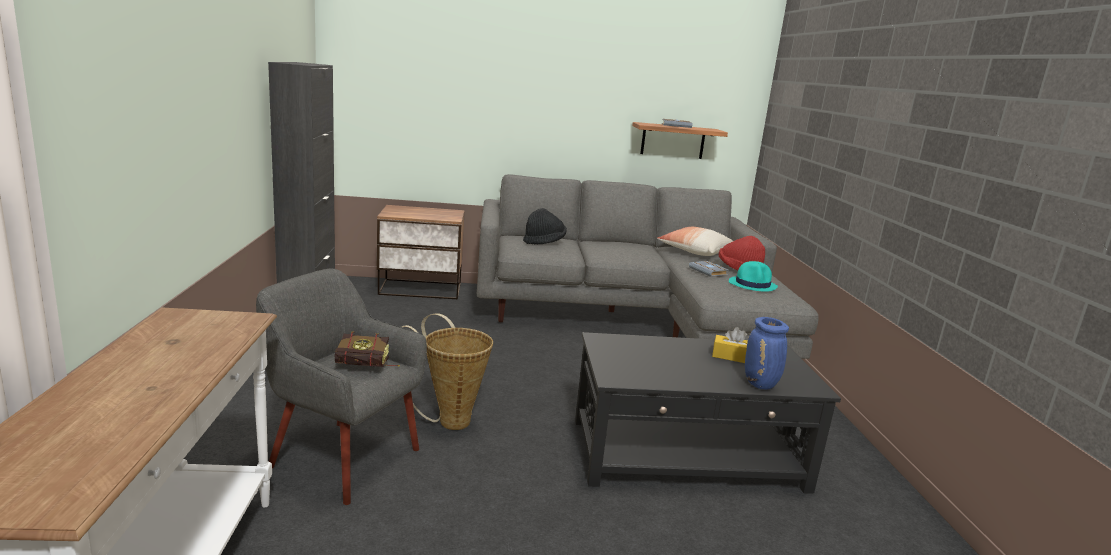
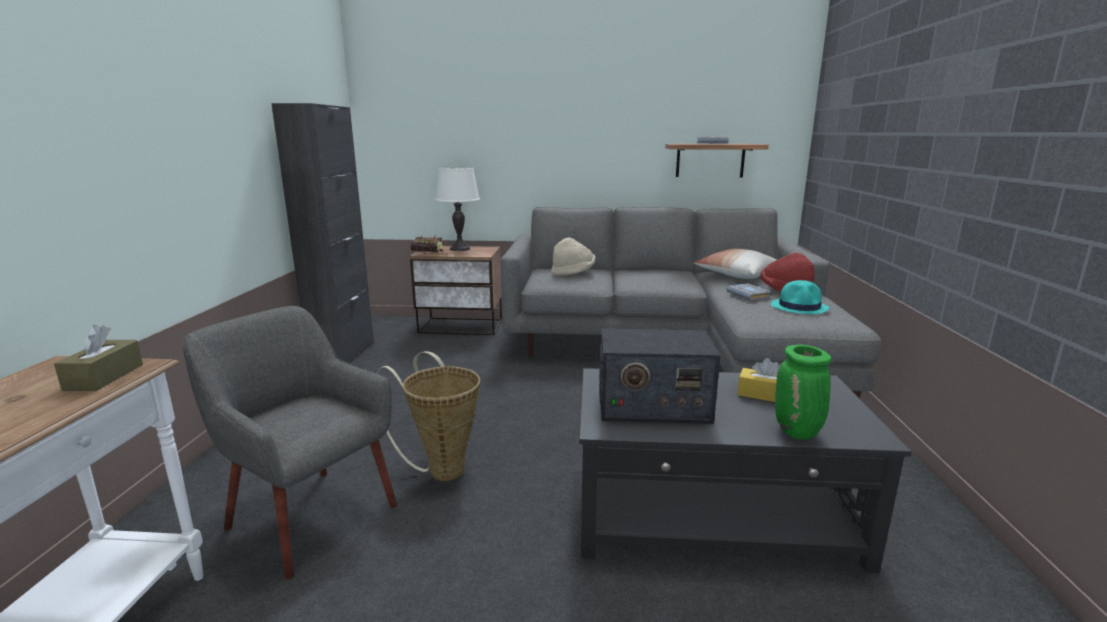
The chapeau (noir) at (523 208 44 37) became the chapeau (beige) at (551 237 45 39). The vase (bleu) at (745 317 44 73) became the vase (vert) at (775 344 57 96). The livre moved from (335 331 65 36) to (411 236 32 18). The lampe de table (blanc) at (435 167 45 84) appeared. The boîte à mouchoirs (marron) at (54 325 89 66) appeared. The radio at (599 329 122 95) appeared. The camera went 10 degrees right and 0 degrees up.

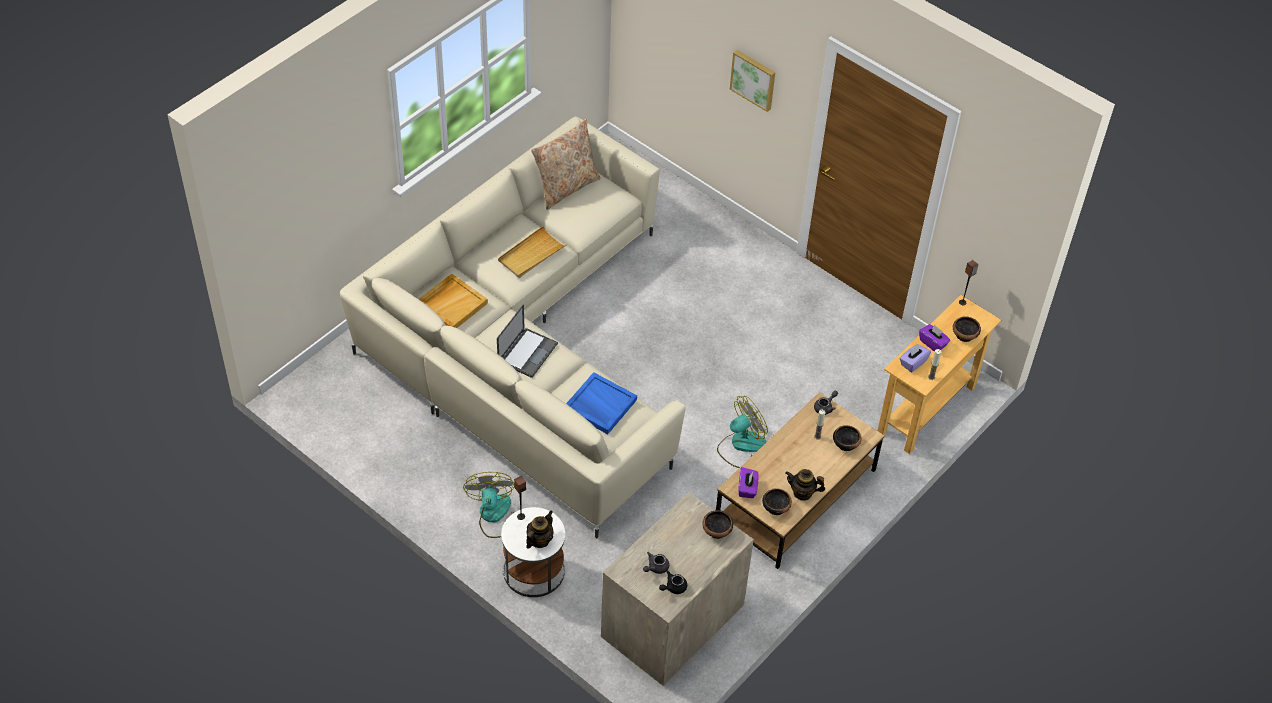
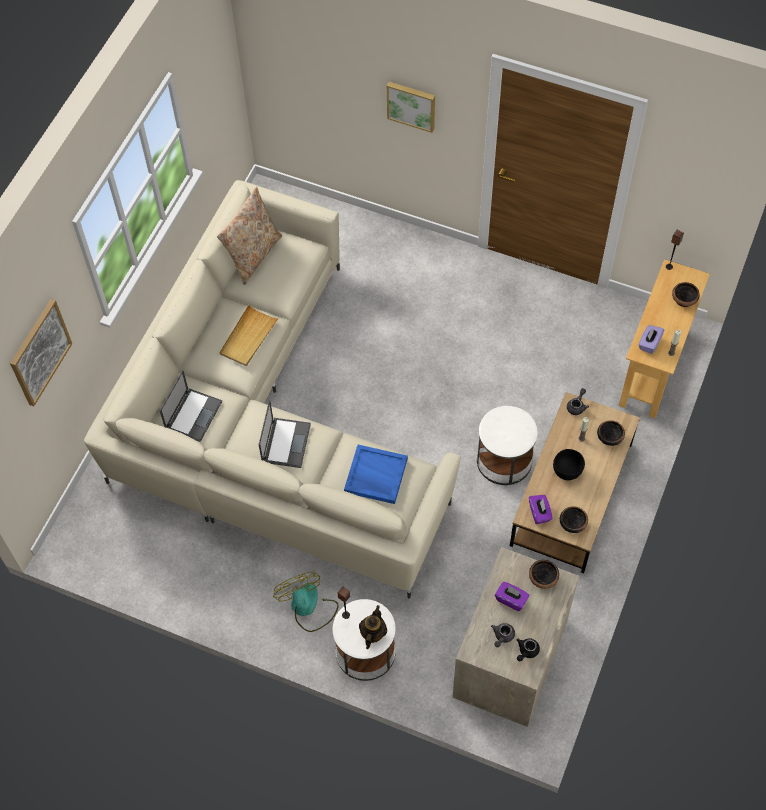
The plateau (beige) at (419 274 69 54) was replaced by the ordinateur portable at (160 370 62 72). The boîte à mouchoirs (violet) moved from (919 324 31 28) to (495 582 34 29). The ventilateur at (717 396 51 72) was replaced by the table d'appoint (blanc) at (477 406 60 79). The théière at (785 469 40 32) disappeared. The tableau at (10 299 62 107) appeared. The bol (noir) at (553 449 32 31) appeared. The camera went 15 degrees left and 10 degrees up.

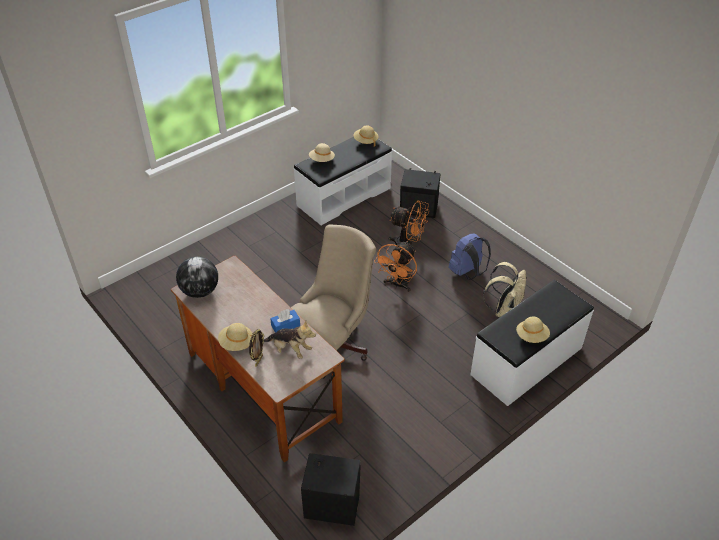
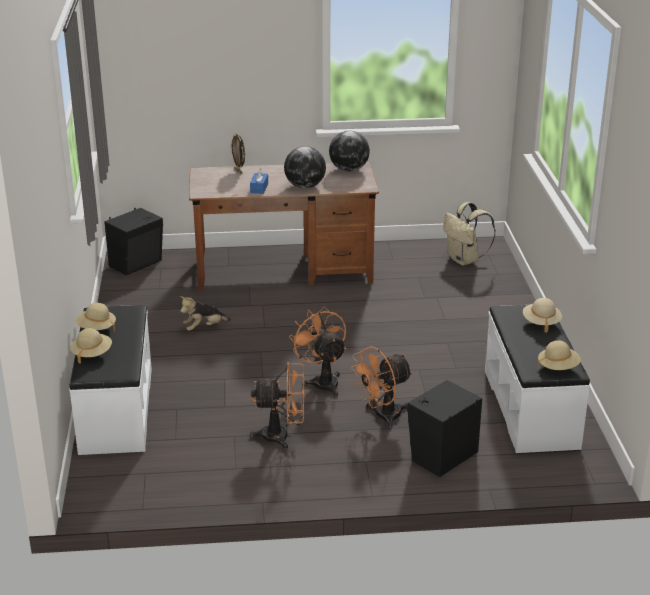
The chaise de bureau (beige) at (291 224 85 155) disappeared. The sac à dos (bleu) at (448 233 43 47) was replaced by the ventilateur (orange) at (250 362 55 88). The sac à dos (beige) moved from (483 262 43 55) to (443 202 53 64). The peluche moved from (264 321 52 38) to (180 296 51 35). The chapeau (beige) moved from (218 323 35 28) to (70 328 42 36). The globe at (284 146 42 43) appeared. The camera went 125 degrees right and 15 degrees down.

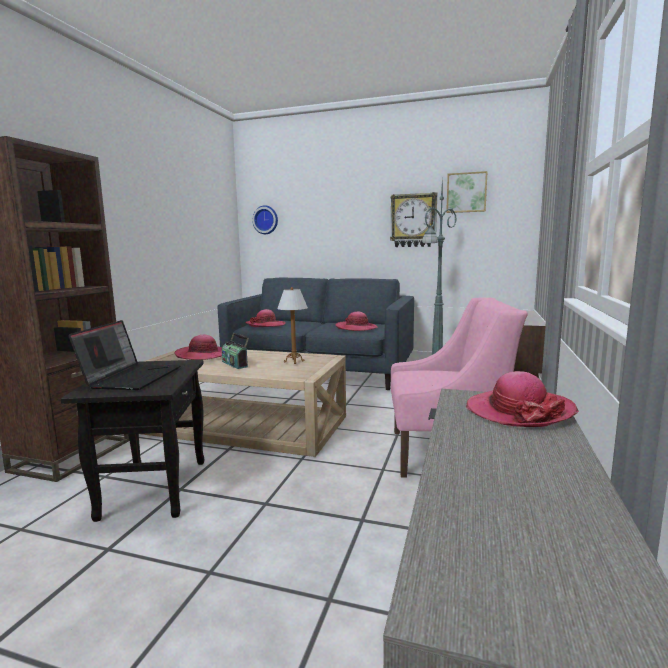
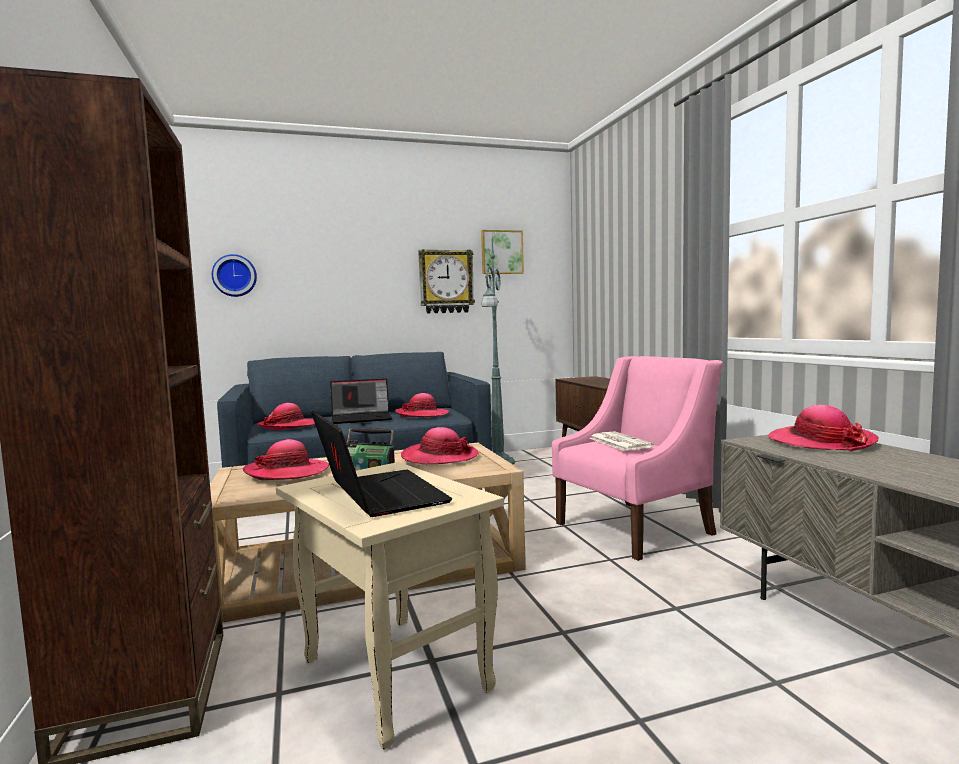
The lampe de table at (277 287 31 77) was replaced by the chapeau at (401 427 78 37). The table d'appoint (noir) at (61 360 143 162) became the table d'appoint (beige) at (276 462 228 288). The ordinateur portable at (330 378 62 46) appeared. The journal at (589 431 66 20) appeared. The camera went 35 degrees left and 5 degrees down.

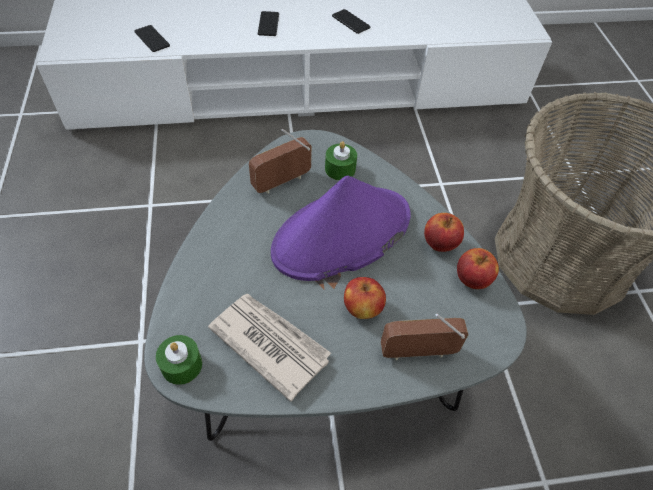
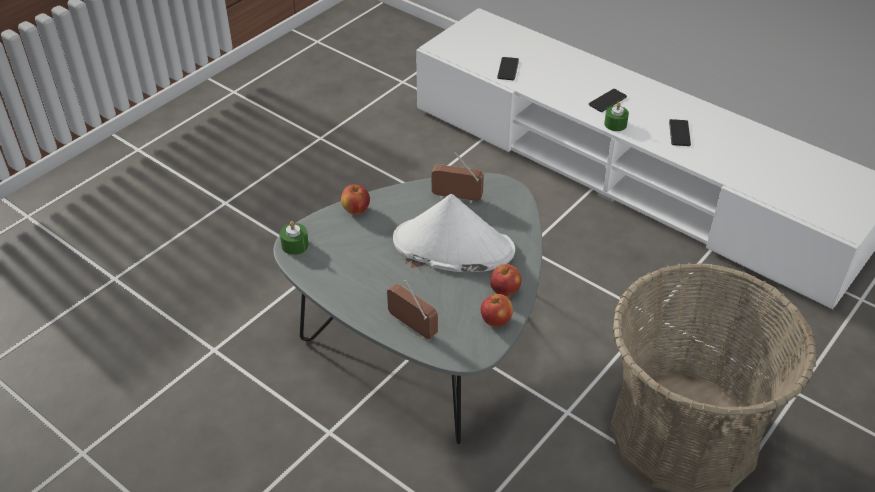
The bougie (vert) moved from (325 141 32 40) to (604 102 25 29). The chapeau (violet) at (271 176 139 105) became the chapeau (blanc) at (393 194 122 78). The pomme moved from (344 277 42 42) to (341 184 29 31). The journal at (208 294 123 108) disappeared. The camera went 50 degrees right and 10 degrees down.

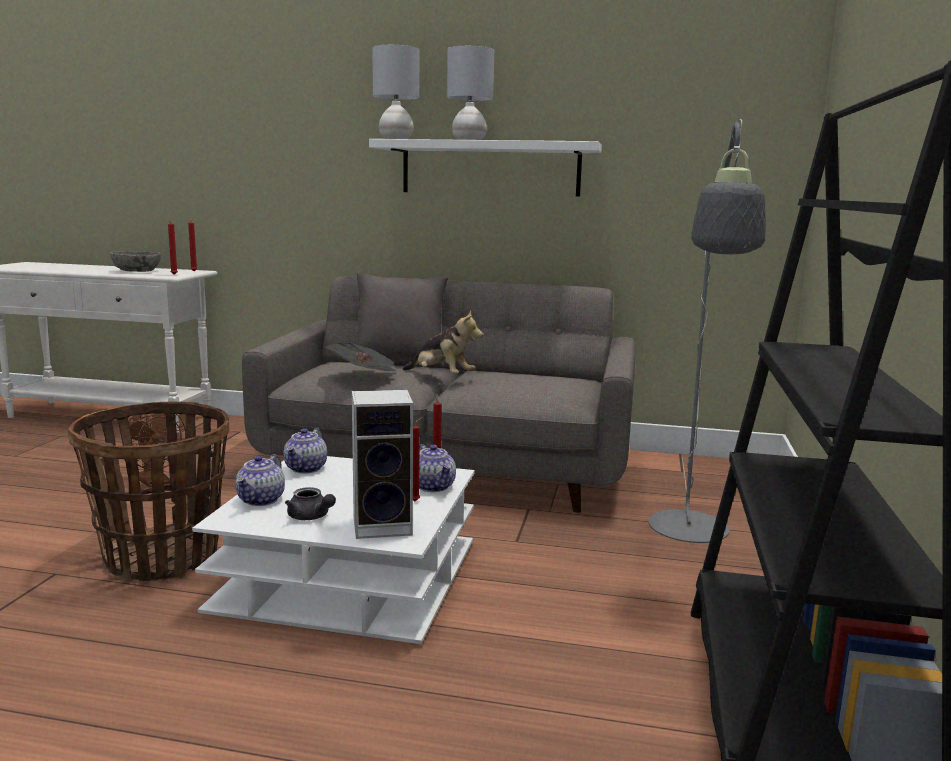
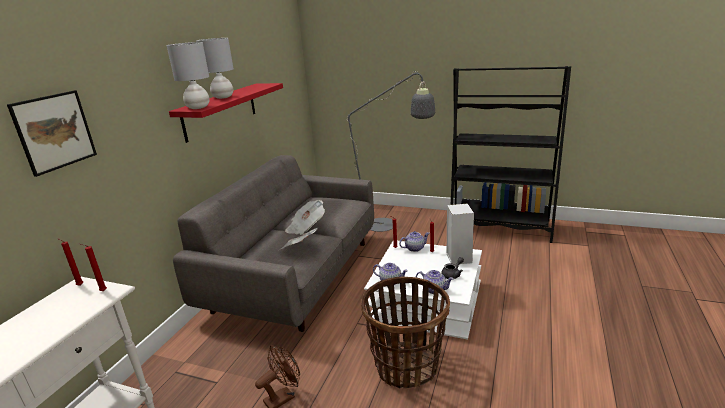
The étagère (blanc) at (369 139 233 58) became the étagère (rouge) at (169 83 114 60). The bol (gris) at (110 251 51 21) disappeared. The coussin (gris) at (355 273 94 94) disappeared. The peluche at (402 310 81 64) was replaced by the journal at (285 200 40 35). The tableau at (7 90 90 87) appeared. The camera went 80 degrees left and 10 degrees up.

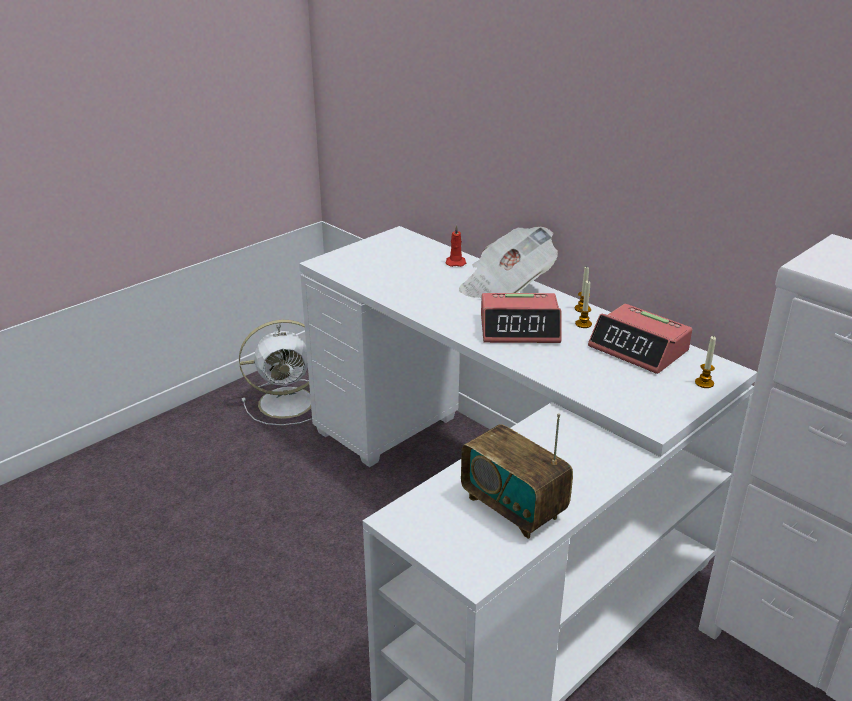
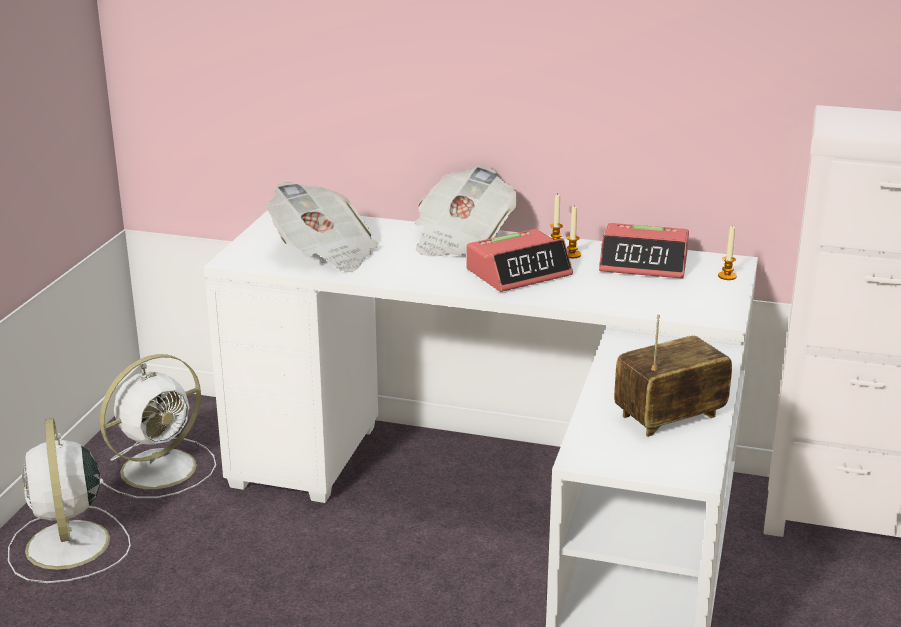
The bougie (rouge) at (446 225 20 42) disappeared. The radio at (461 413 112 126) turned 135 degrees clockwise. The journal at (266 182 112 90) appeared. The ventilateur (blanc) at (8 418 123 165) appeared. The camera went 30 degrees left and 5 degrees down.

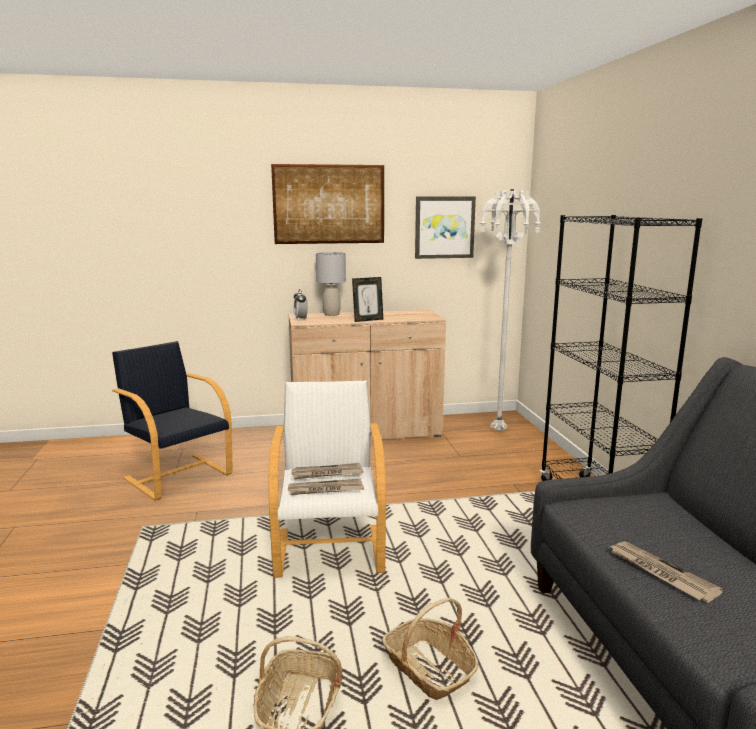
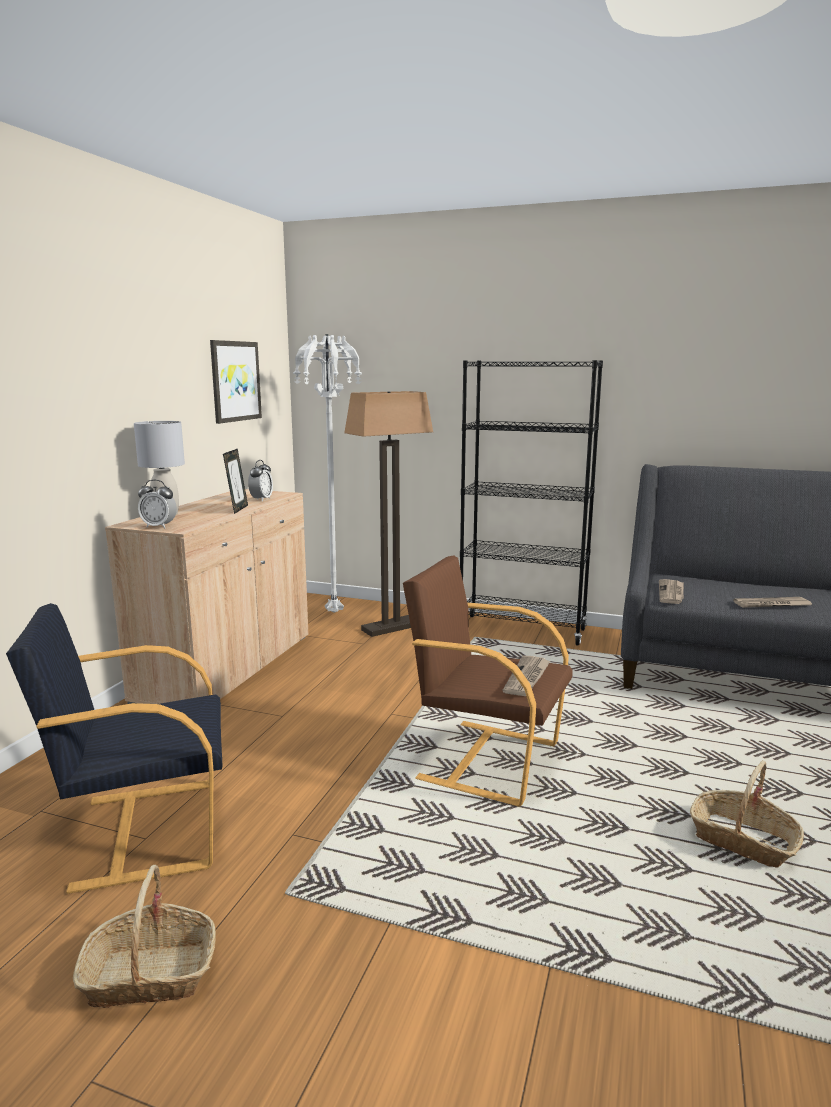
The tableau at (271 164 113 80) disappeared. The fauteuil (blanc) at (268 381 118 197) became the fauteuil (marron) at (403 556 169 251). The journal moved from (292 463 71 16) to (659 579 25 25). The panier moved from (382 598 96 102) to (73 865 143 143). The lampadaire at (344 391 89 246) appeared. The réveil at (248 460 25 41) appeared. The camera went 60 degrees left and 0 degrees up.

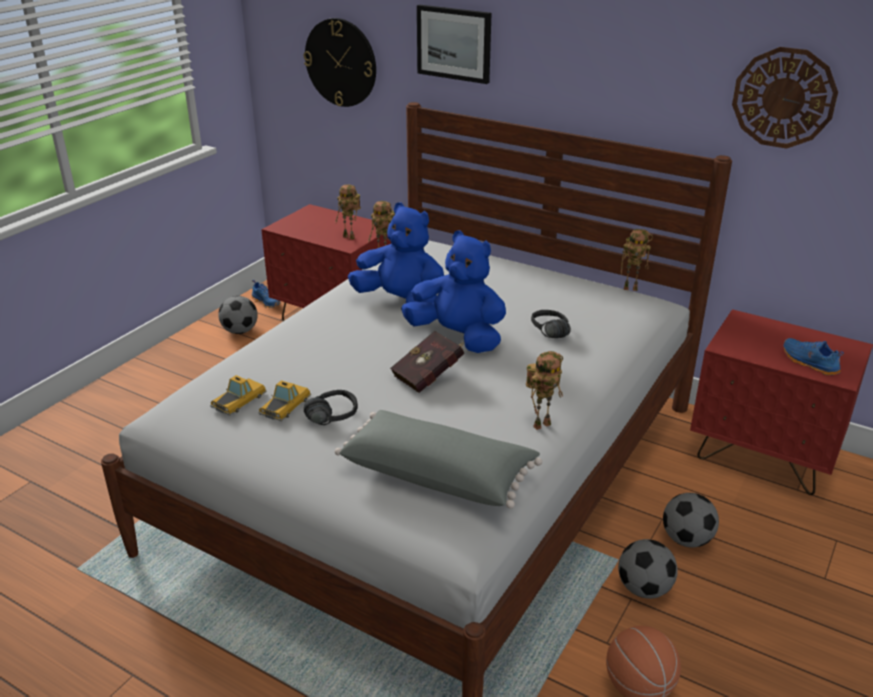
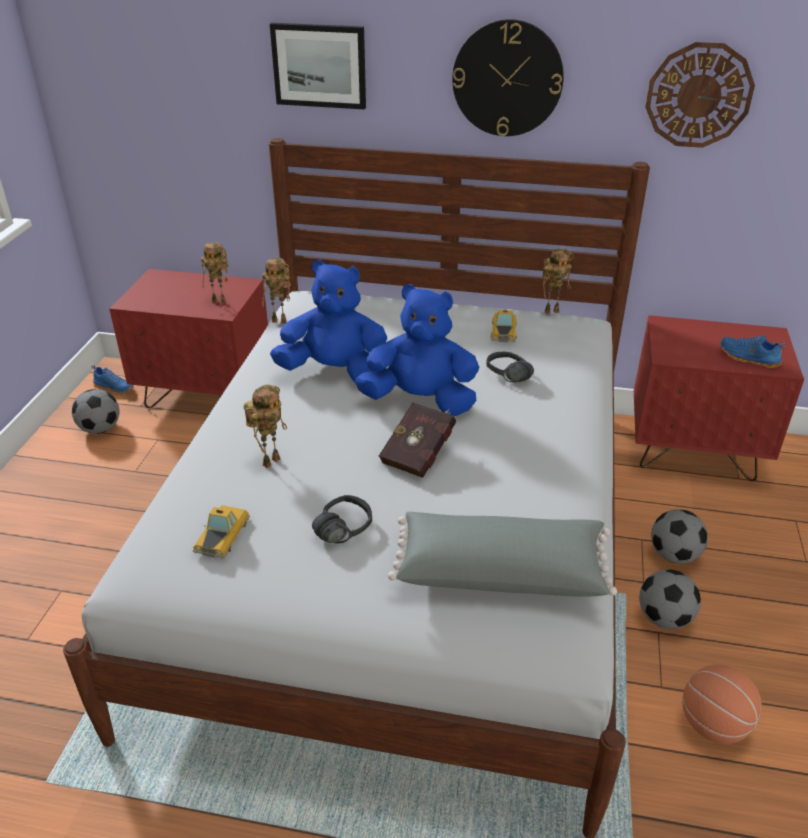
The horloge murale moved from (304 18 72 89) to (452 19 112 117). The robot jouet moved from (526 351 37 79) to (244 385 43 83). The petite voiture moved from (258 380 53 41) to (491 310 26 32). The camera went 20 degrees left and 5 degrees up.

